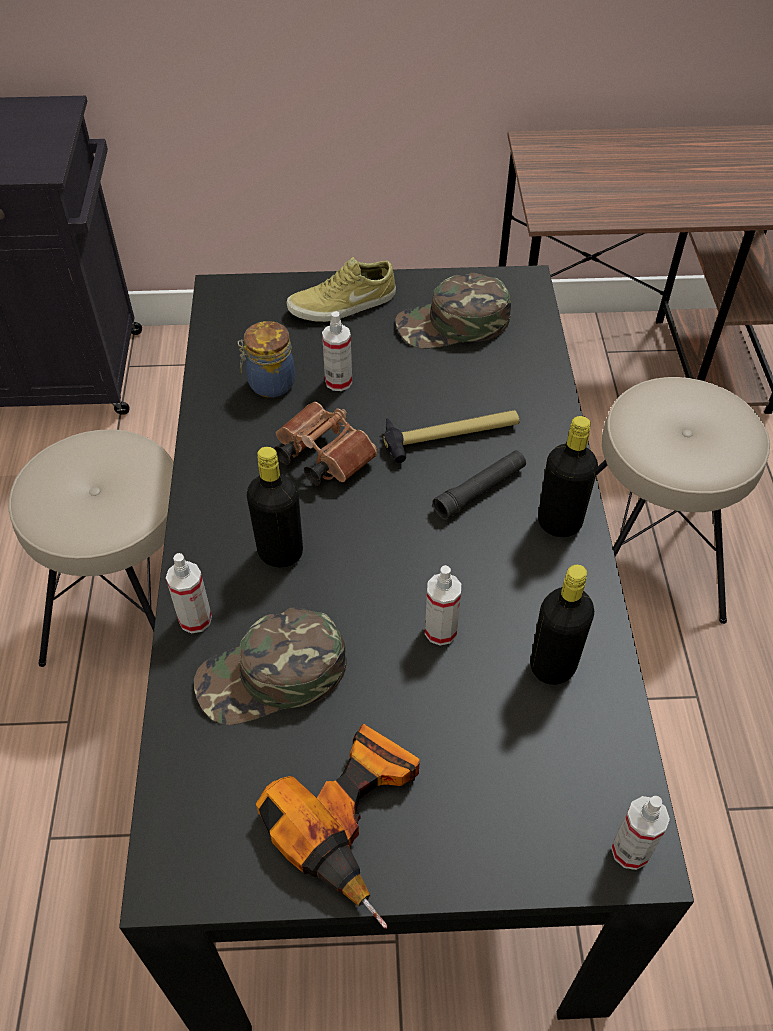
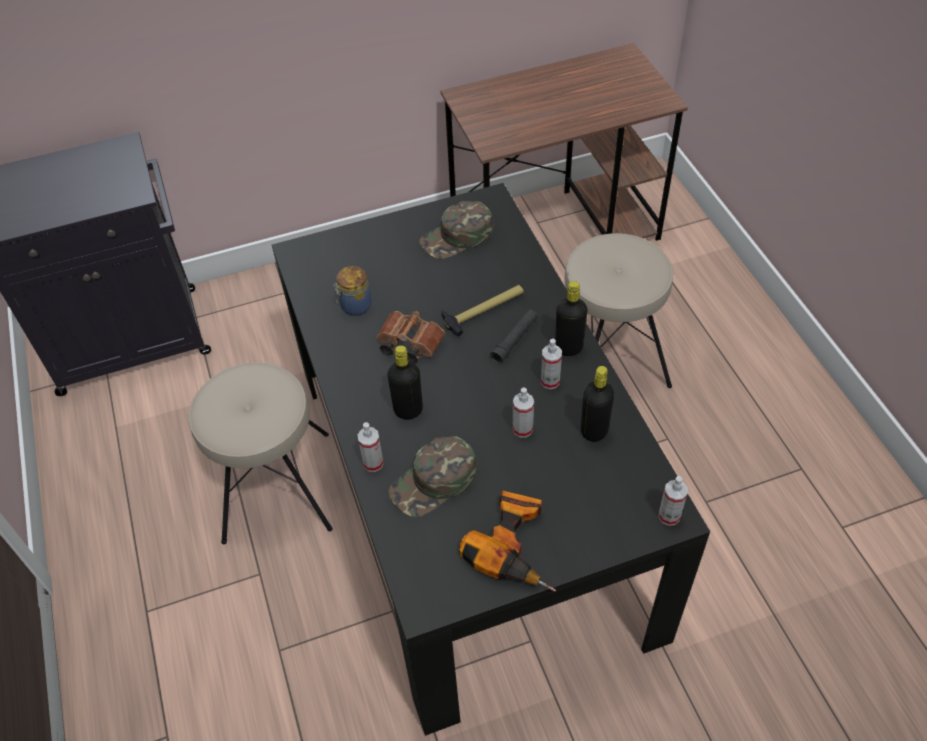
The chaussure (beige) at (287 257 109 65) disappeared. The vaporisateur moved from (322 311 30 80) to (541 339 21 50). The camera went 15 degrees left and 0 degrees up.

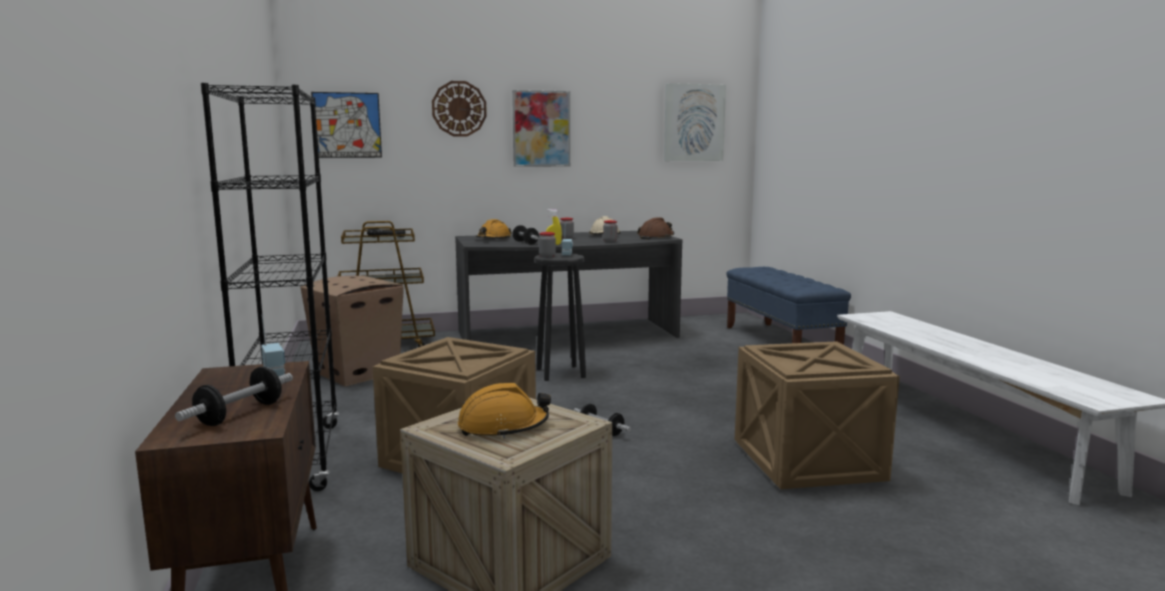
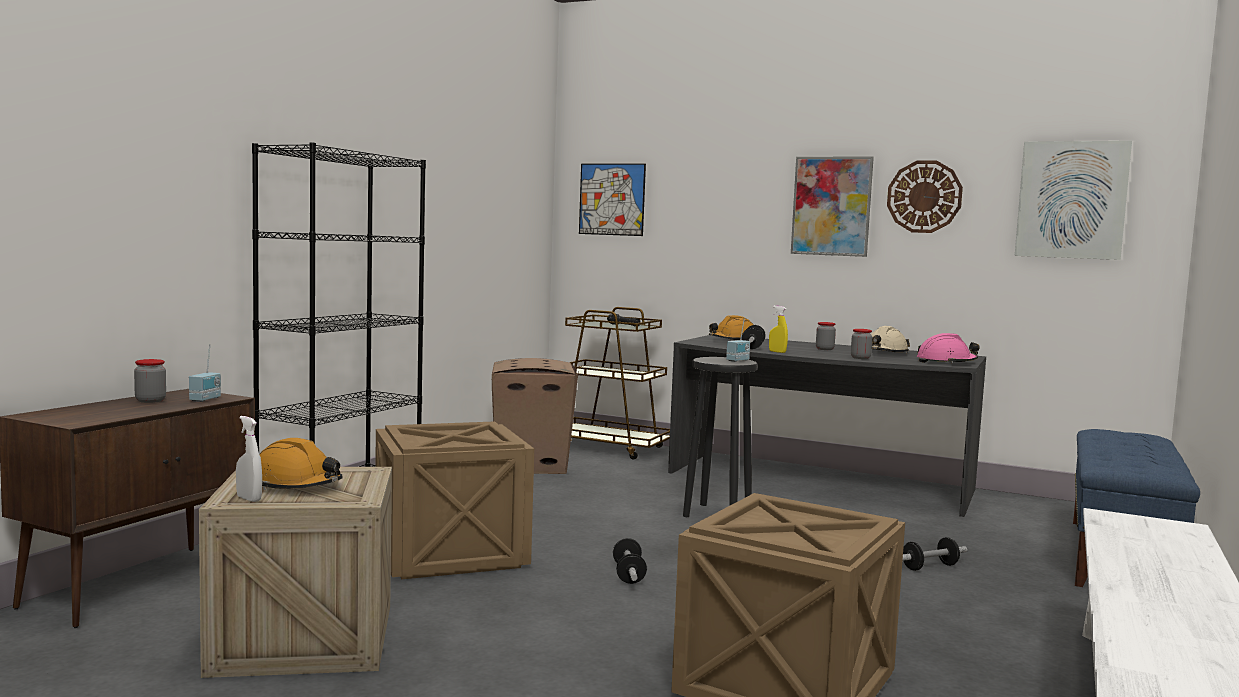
The horloge murale moved from (432 81 55 56) to (887 160 76 73). The casque de chantier (marron) at (637 217 37 23) became the casque de chantier (rose) at (917 333 63 31). The bocal moved from (539 232 17 26) to (134 359 32 44). The haltère moved from (175 367 118 59) to (902 537 65 34). The vaporisateur (blanc) at (236 416 26 86) appeared. The camera went 40 degrees right and 5 degrees down.

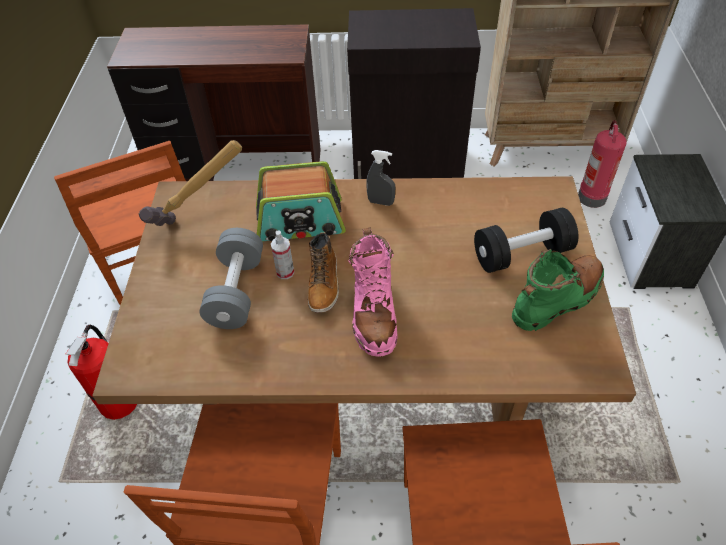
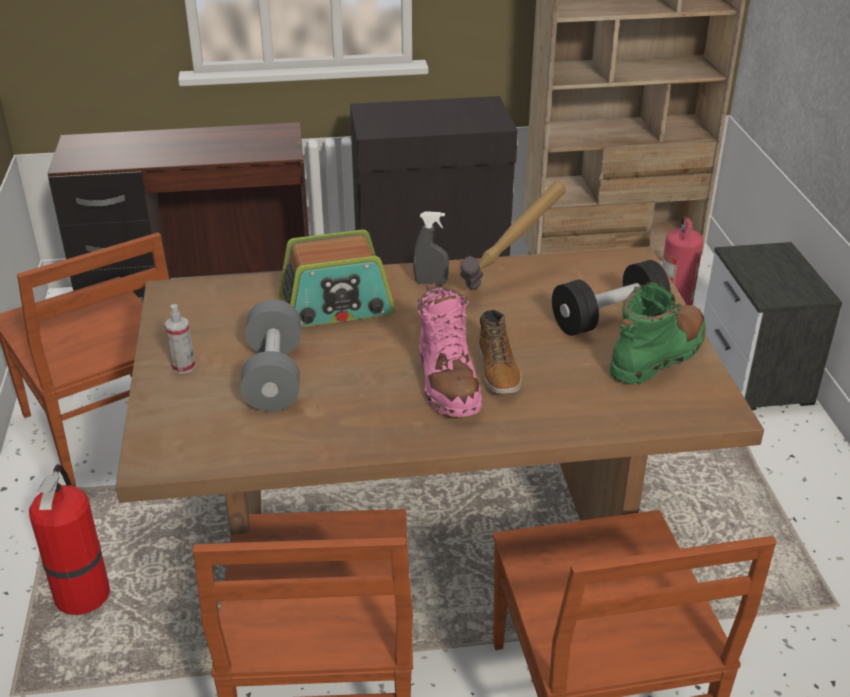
The marteau moved from (139 140 103 86) to (460 181 106 109). The vaporisateur moved from (271 231 23 48) to (165 304 30 70). The botte moved from (308 232 31 81) to (479 310 43 84). The camera went 10 degrees left and 15 degrees down.

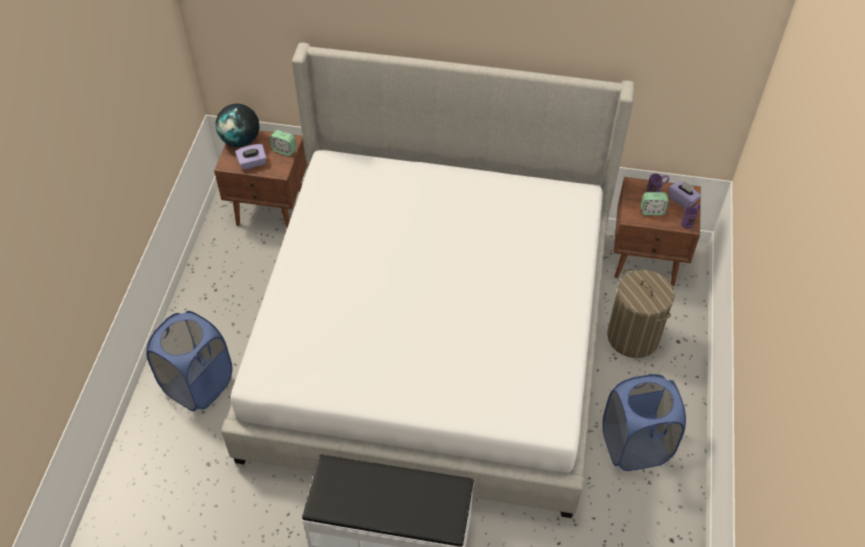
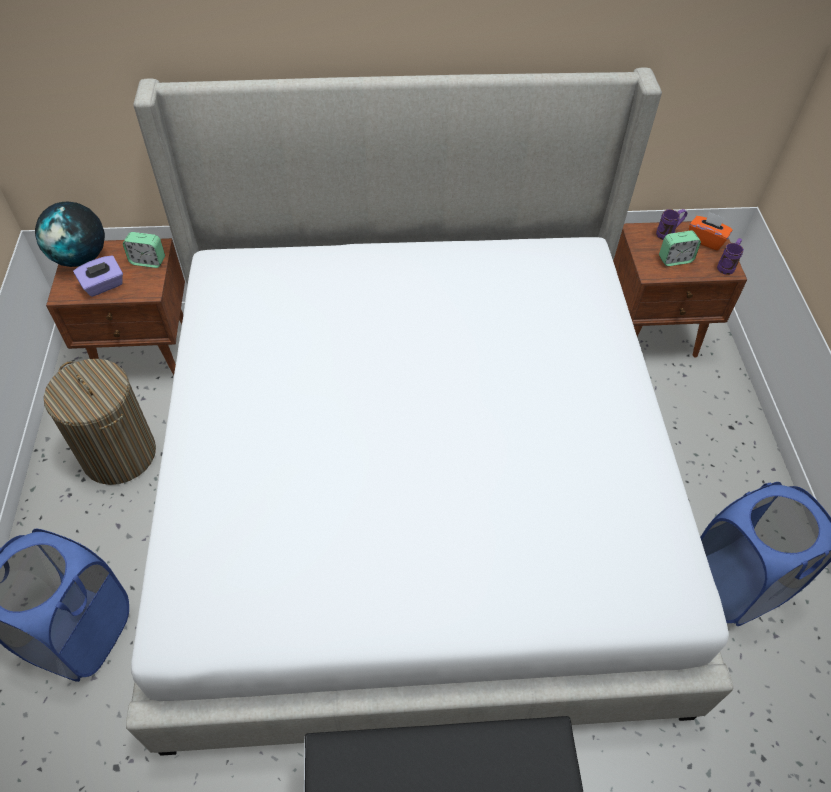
The boîte à mouchoirs (violet) at (669 180 32 29) became the boîte à mouchoirs (orange) at (689 212 44 38). The panier à linge moved from (607 269 67 89) to (44 359 112 126). The camera went 15 degrees left and 0 degrees up.

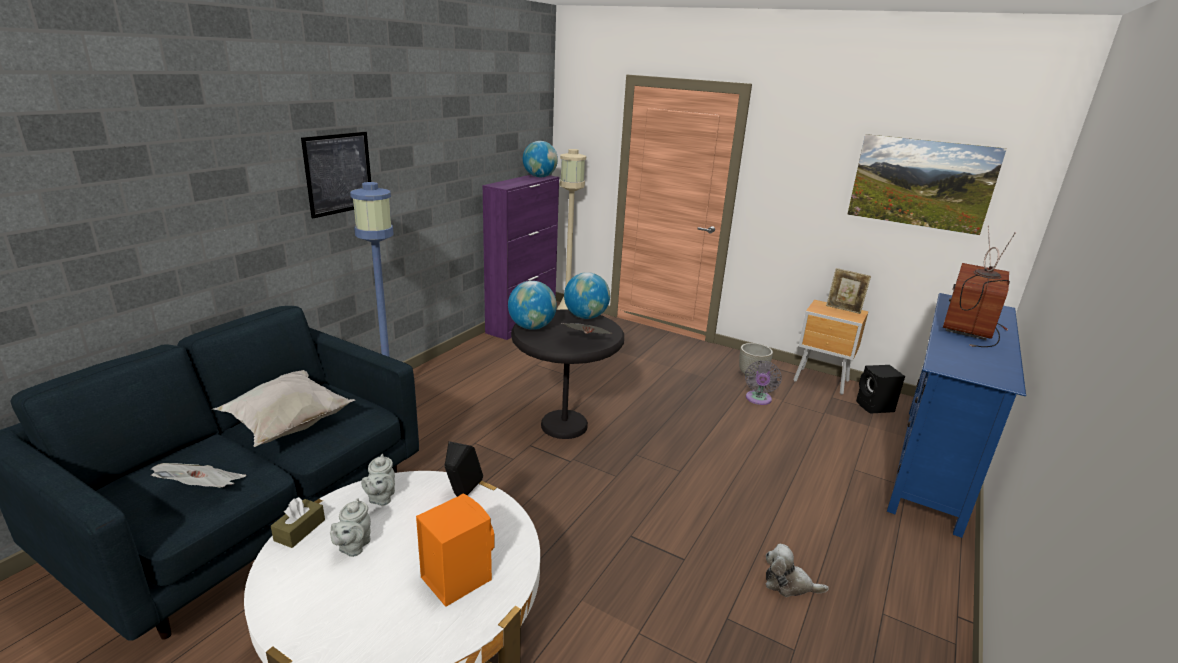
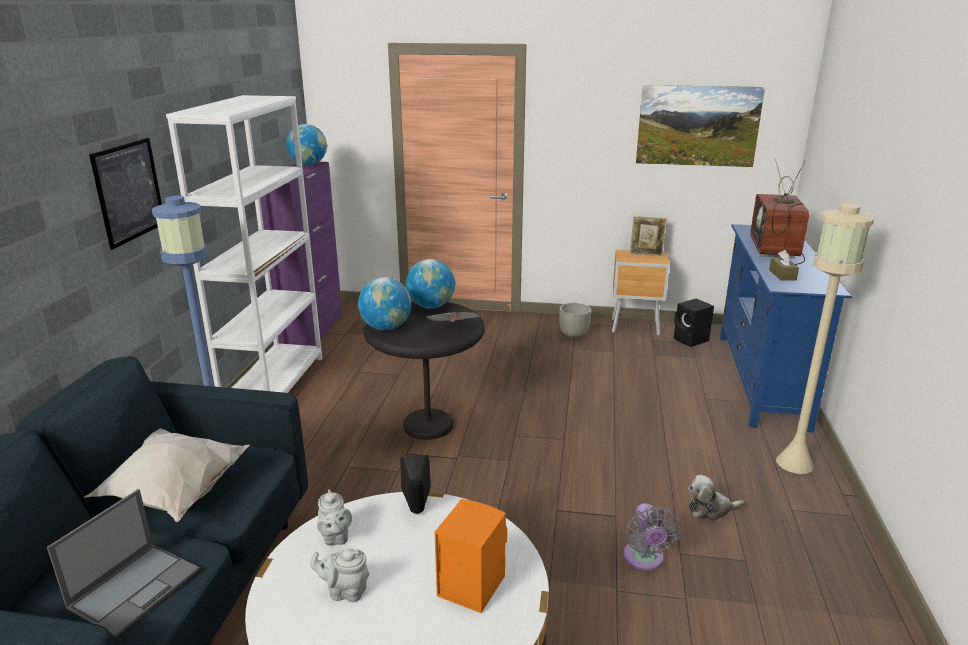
The lampadaire (beige) moved from (557 149 29 161) to (776 203 98 271). The ventilateur (gris) moved from (745 361 37 44) to (623 503 58 68). The journal at (151 463 95 25) was replaced by the ordinateur portable at (47 489 153 148). The boîte à mouchoirs (marron) moved from (271 497 54 51) to (769 250 30 30). The théière (gris) at (330 498 41 59) turned 105 degrees clockwise. The bibliothèque (blanc) at (166 95 156 298) appeared. The camera went 20 degrees left and 0 degrees up.

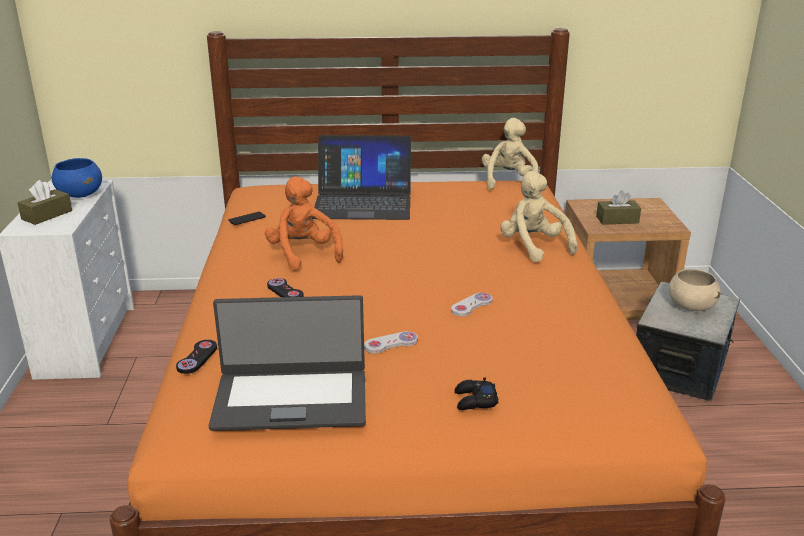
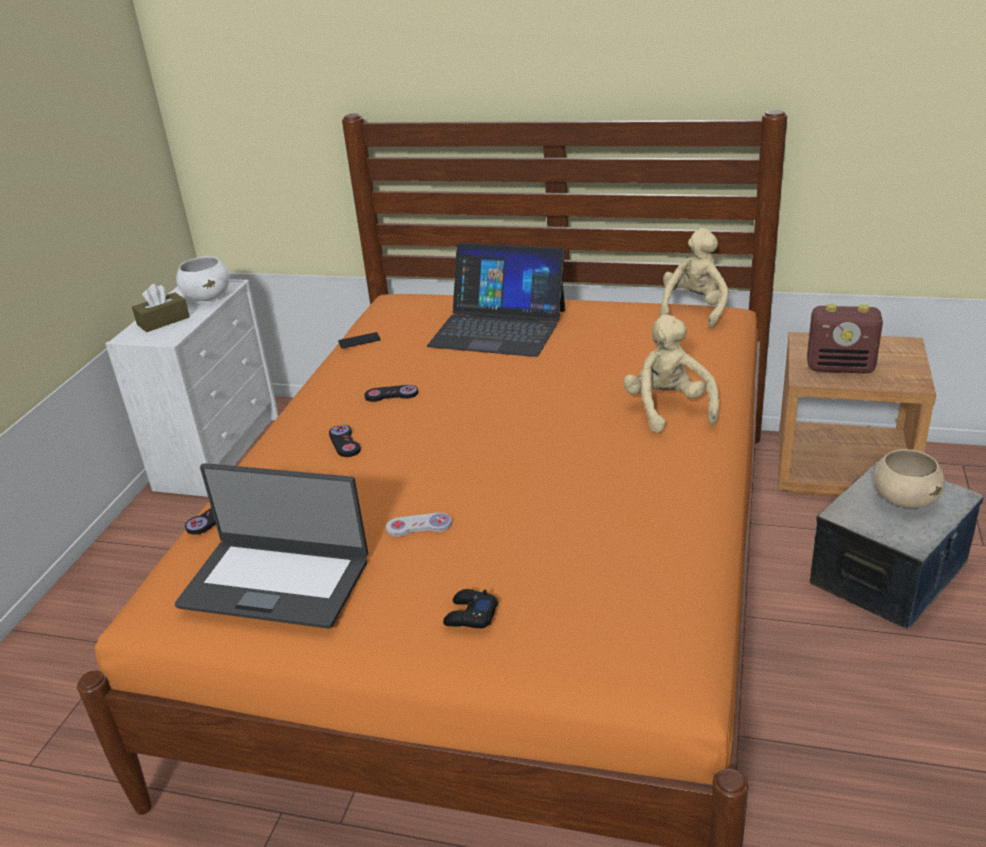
The bol (bleu) at (52 158 50 40) became the bol (blanc) at (176 256 54 45). The peluche (orange) at (265 176 78 95) was replaced by the manette (noir) at (364 385 54 17). The boîte à mouchoirs (marron) at (596 190 45 35) was replaced by the radio at (807 304 76 69). The manette (blanc) at (451 293 42 24) disappeared. The camera went 20 degrees right and 5 degrees up.

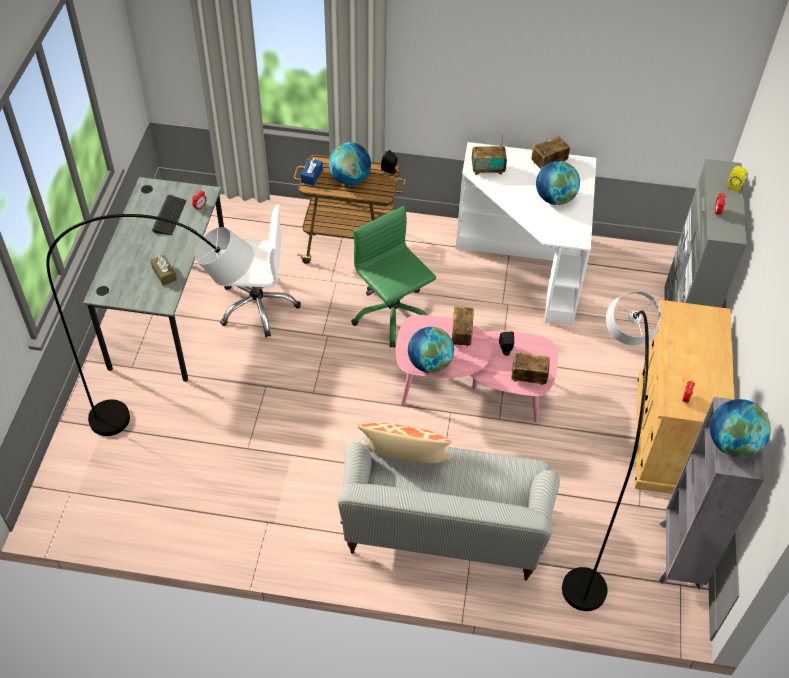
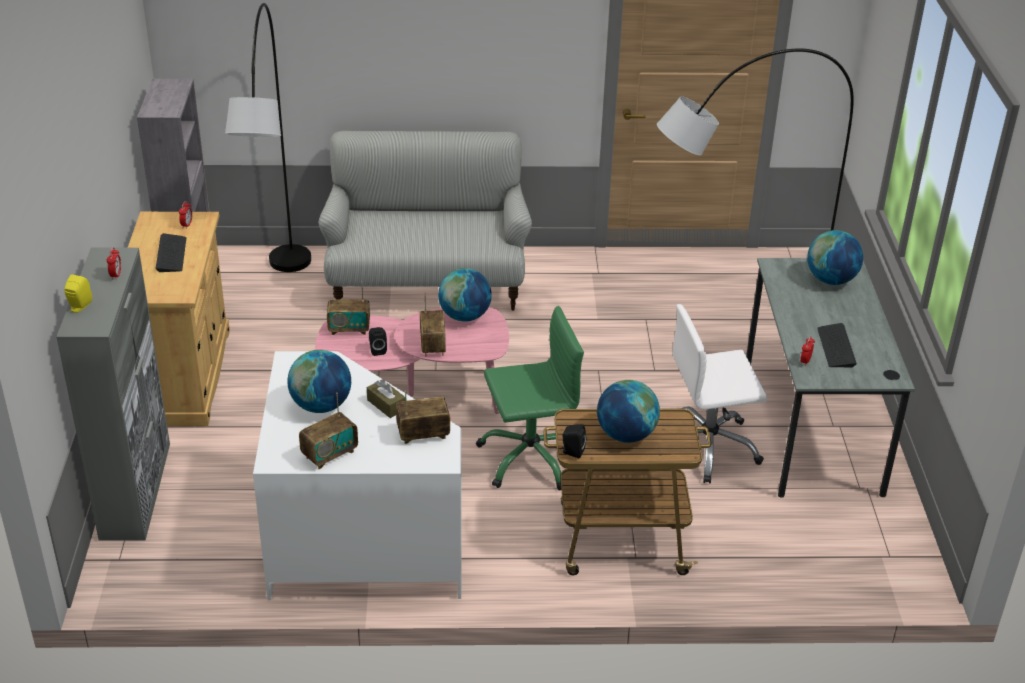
The boîte à mouchoirs (bleu) at (301 158 22 28) disappeared. The chaise de bureau (vert) at (351 206 85 142) turned 60 degrees counterclockwise. The boîte à mouchoirs (marron) moved from (150 255 27 31) to (367 379 38 39). The globe moved from (710 399 61 59) to (807 230 56 55). The coussin at (357 423 95 40) disappeared. The clavier at (155 233 31 39) appeared. The camera went 170 degrees right and 15 degrees down.

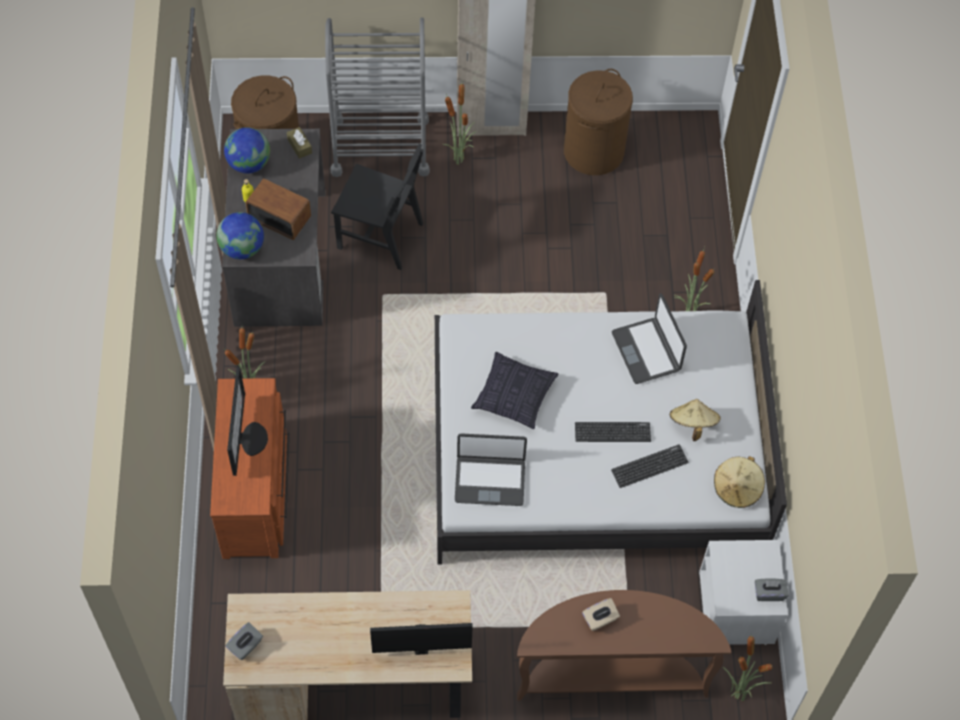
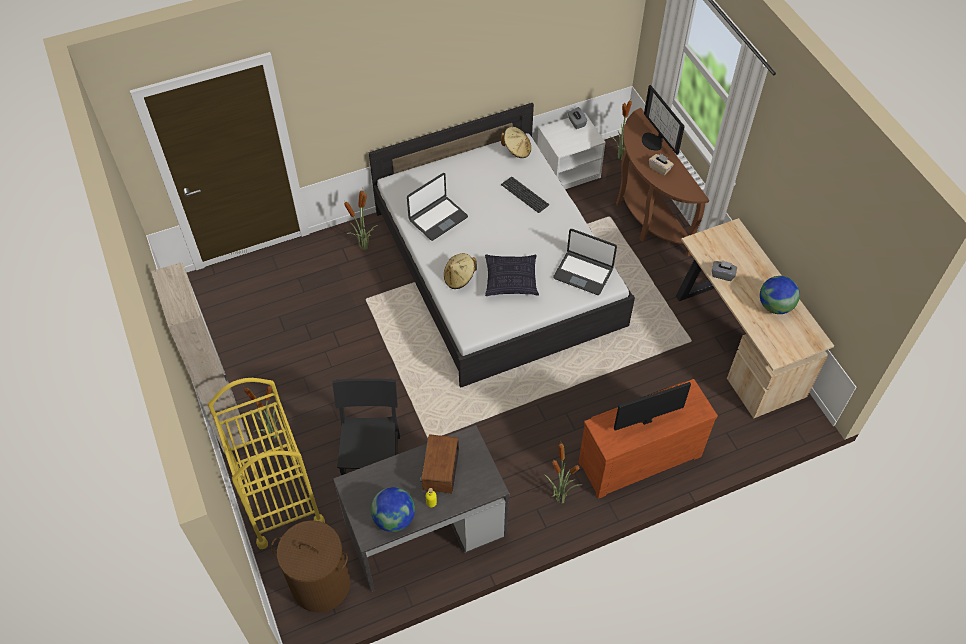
The chariot (gris) at (325 17 105 160) became the chariot (jaune) at (208 378 117 171). The panier à linge (marron) at (564 69 69 106) disappeared. The boîte à mouchoirs (marron) at (287 127 25 32) disappeared. The globe moved from (216 212 48 47) to (760 276 40 38). The chapeau (beige) moved from (670 399 50 42) to (444 253 33 36). The clavier at (575 422 76 20) disappeared. The ordinateur portable at (455 433 72 73) turned 135 degrees clockwise. The boîte à mouchoirs (gris) moved from (225 622 38 38) to (712 260 25 21). The écran d'ordinateur moved from (370 623 103 32) to (642 85 43 70). The camera went 110 degrees left and 5 degrees down.

